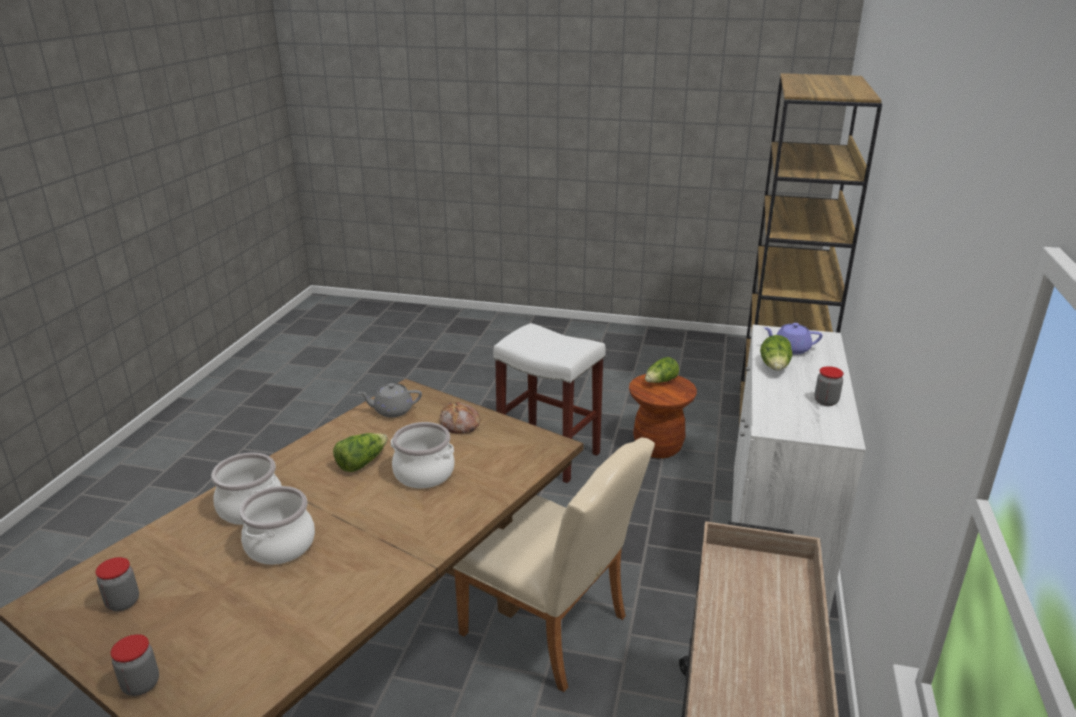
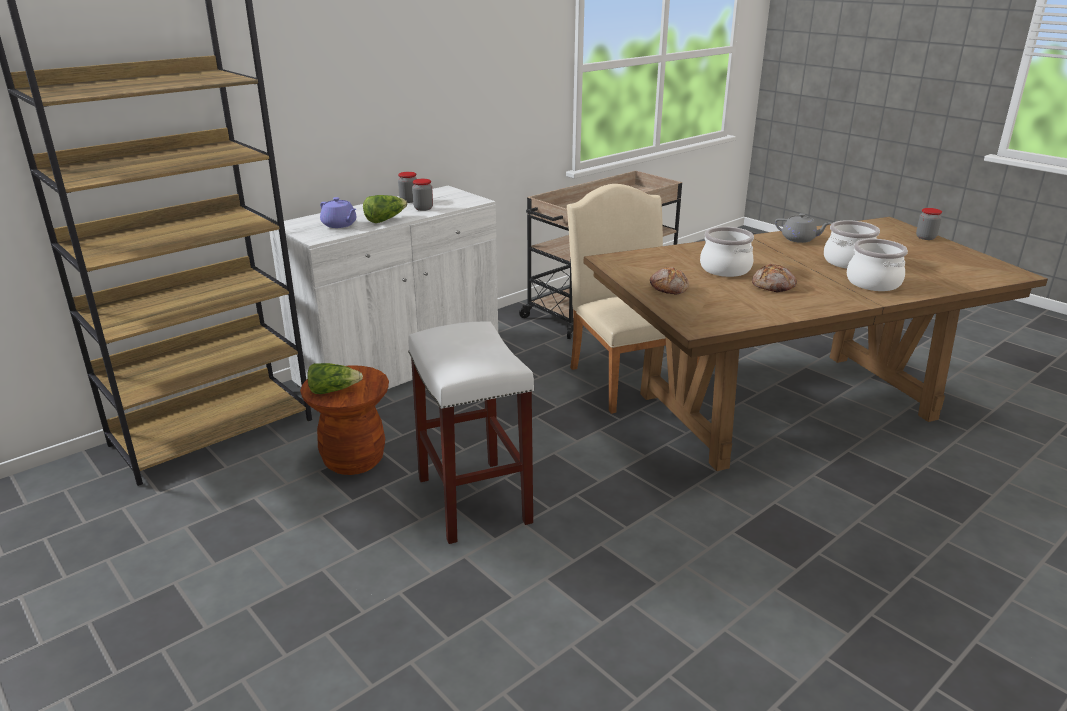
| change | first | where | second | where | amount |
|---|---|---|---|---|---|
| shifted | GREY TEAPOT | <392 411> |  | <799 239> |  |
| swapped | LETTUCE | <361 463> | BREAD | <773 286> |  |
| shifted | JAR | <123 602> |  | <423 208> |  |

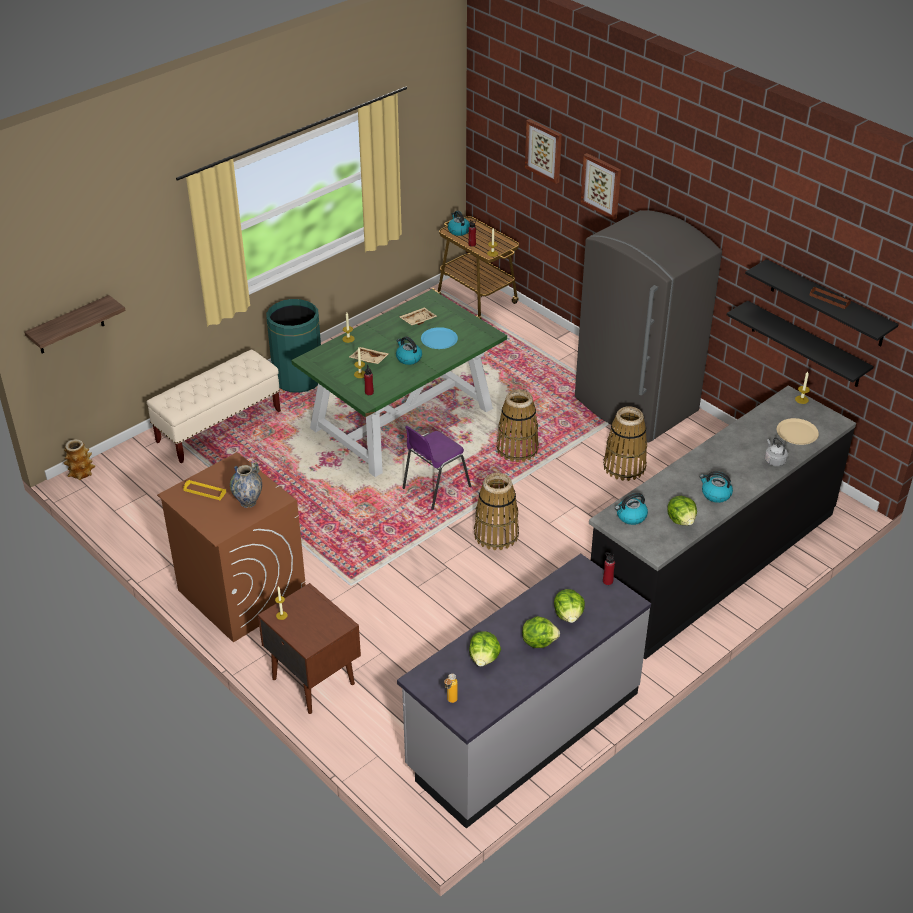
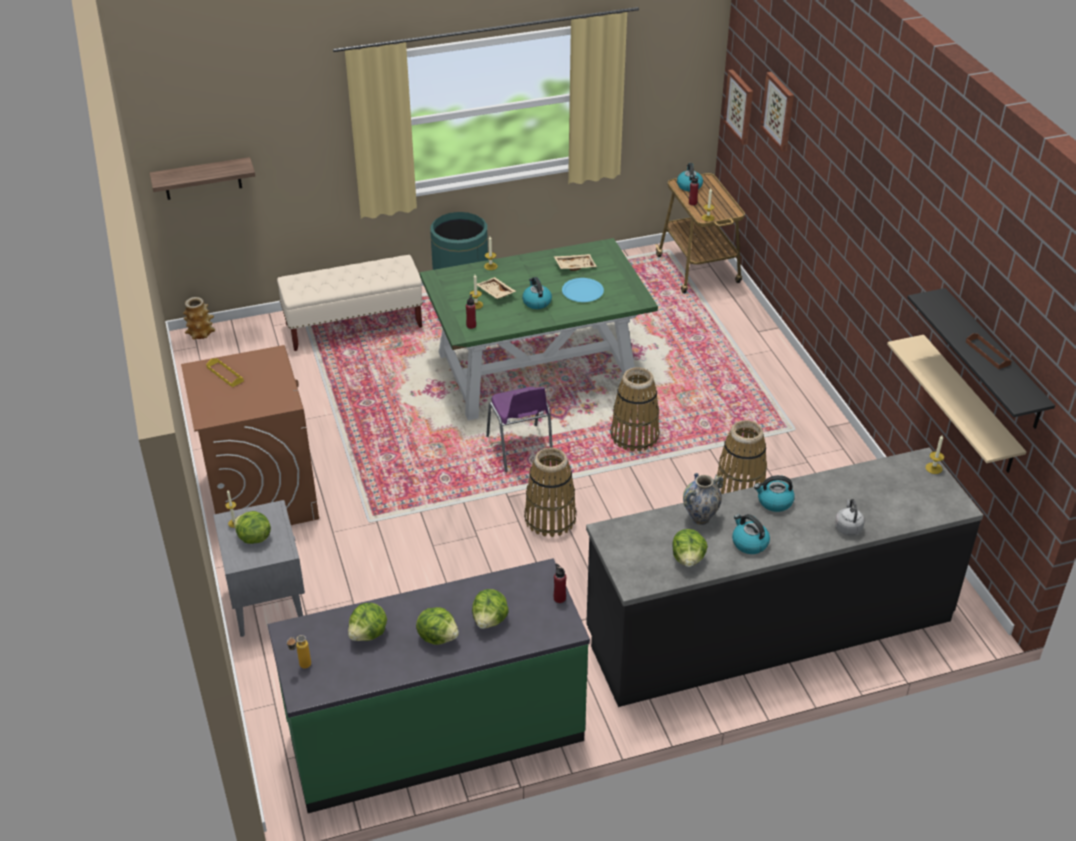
| change | first | where | second | where | amount |
|---|---|---|---|---|---|
| shifted | PICTURE | <601 185> |  | <740 106> |  |
| gone | GREY FRIDGE | <635 406> |  |  |  |
| repainted | BLACK SHELF | <806 345> | BEIGE SHELF | <968 405> |  |
| gone | BEIGE PLATE | <797 432> |  |  |  |
| rotated | PURPLE CHAIR | <434 488> |  | <520 450> | 90 degrees counterclockwise |
| shifted | VASE | <248 502> |  | <700 518> |  |
| shifted | KETTLE | <631 516> |  | <774 502> |  |
| repainted | GREY COUNTER | <523 730> | GREEN COUNTER | <435 734> |  |
| repainted | BROWN NIGHTSTAND | <313 680> | GREY NIGHTSTAND | <267 604> |  |
| new |  |  | LETTUCE | <253 538> |  |

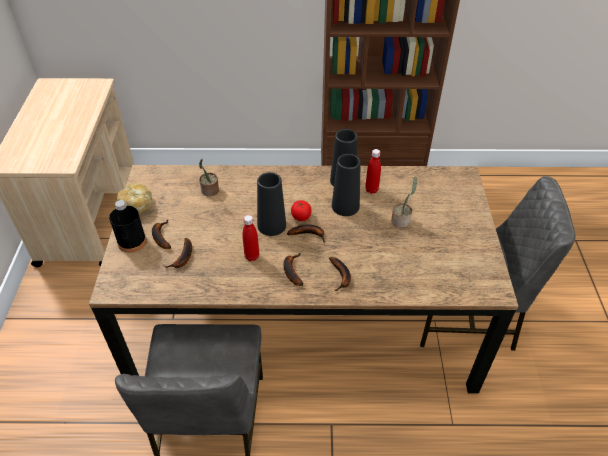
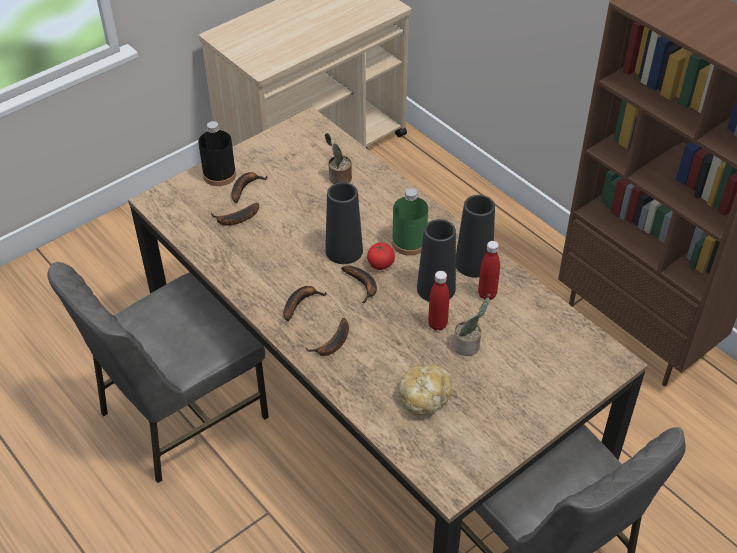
| change | first | where | second | where | amount |
|---|---|---|---|---|---|
| shifted | BREAD | <137 205> |  | <424 397> |  |
| shifted | RED BOTTLE | <252 256> |  | <437 324> |  |
| new |  |  | GREEN BOTTLE | <409 242> |  |

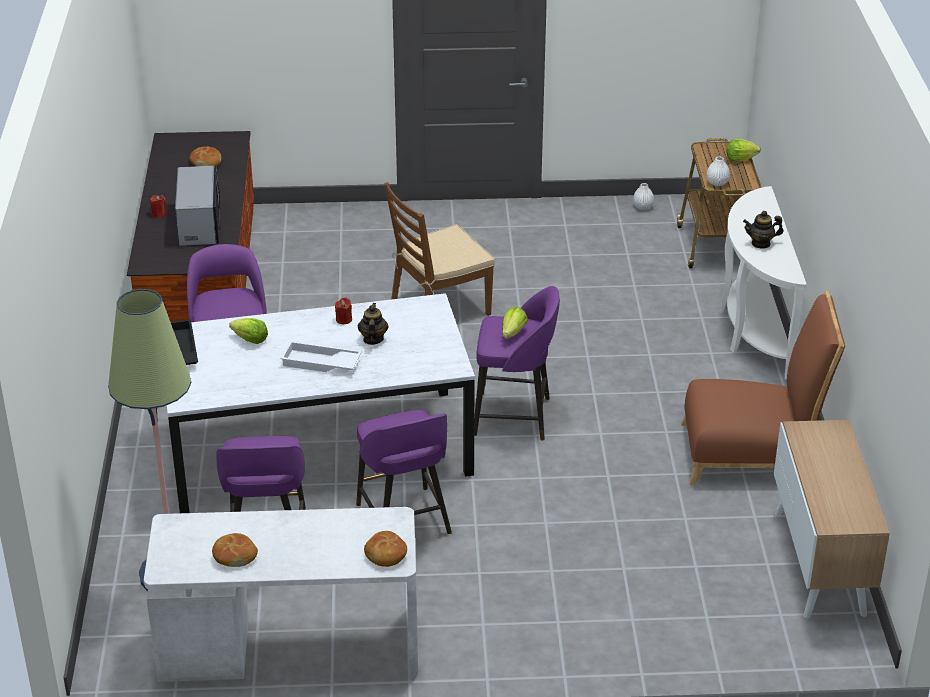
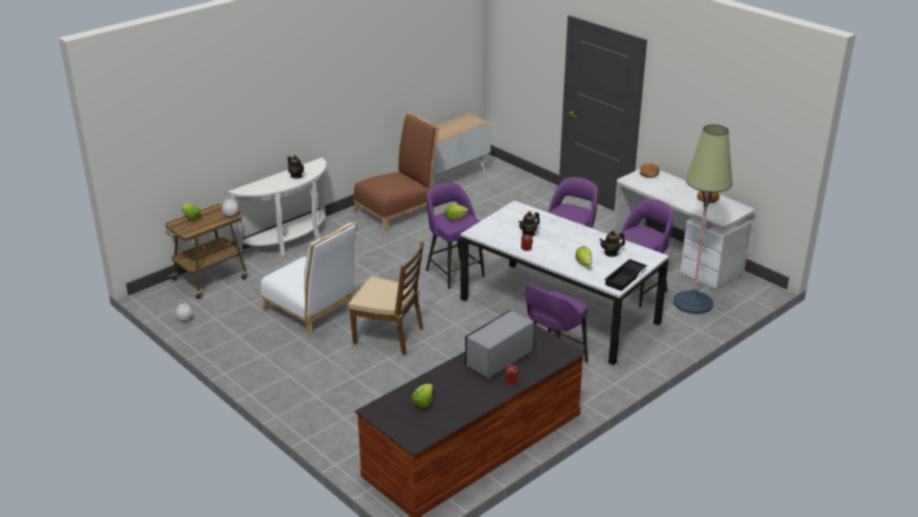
| change | first | where | second | where | amount |
|---|---|---|---|---|---|
| swapped | BREAD | <206 162> | LETTUCE | <423 402> |  |
| rotated | BROWN CHAIR | <752 454> |  | <397 211> | 90 degrees clockwise |
| gone | WHITE TRAY | <320 363> |  |  |  |
| new |  |  | WHITE CHAIR | <312 311> |  |
| new |  |  | TEAPOT | <611 253> |  |

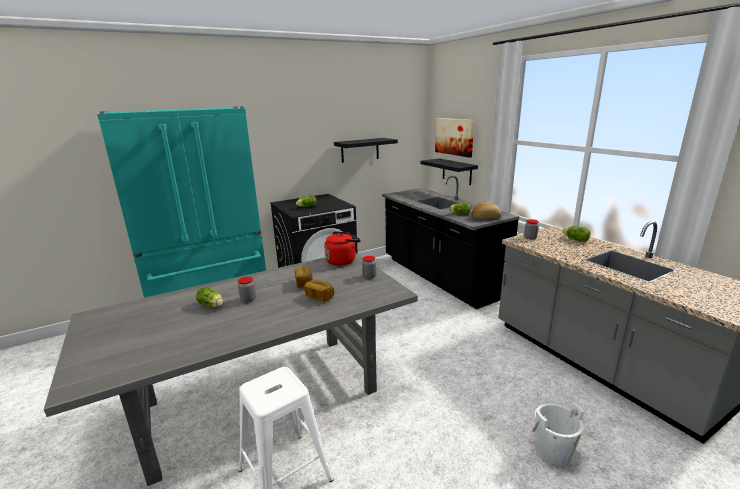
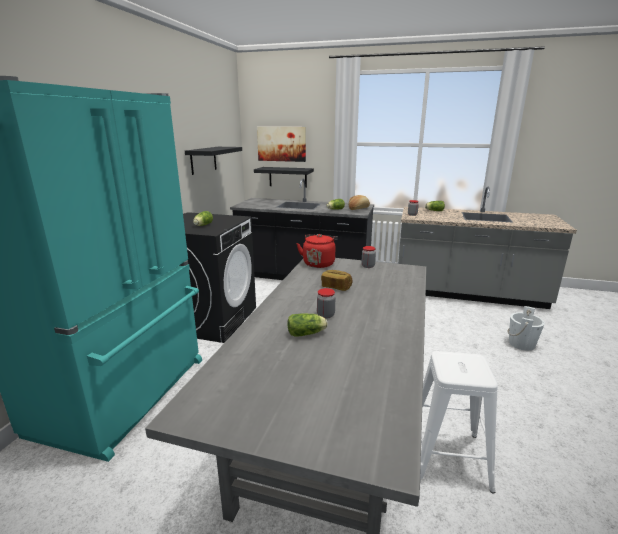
| change | first | where | second | where | amount |
|---|---|---|---|---|---|
| gone | BREAD | <320 297> |  |  |  |

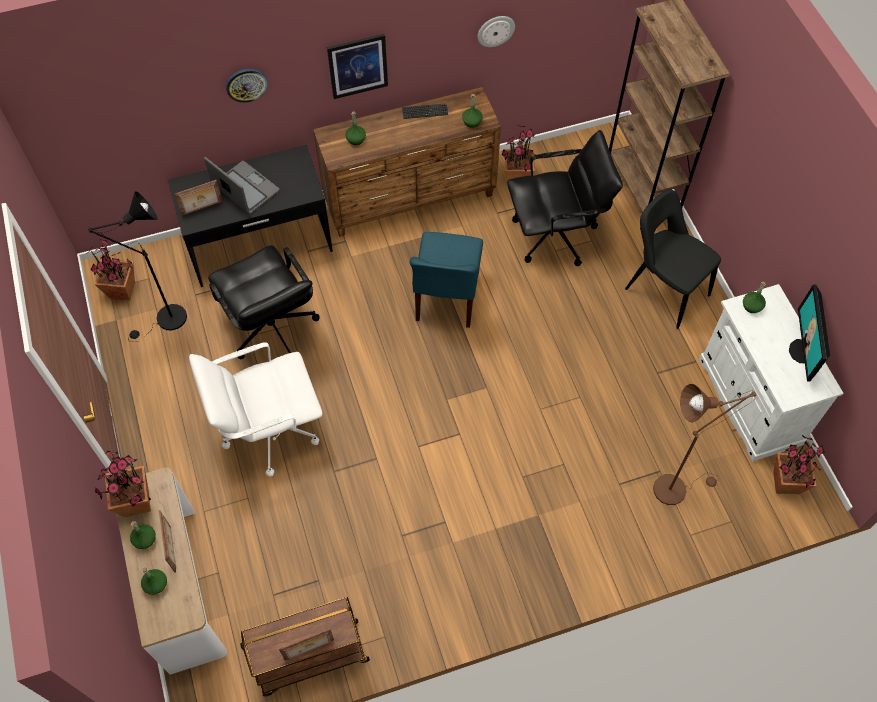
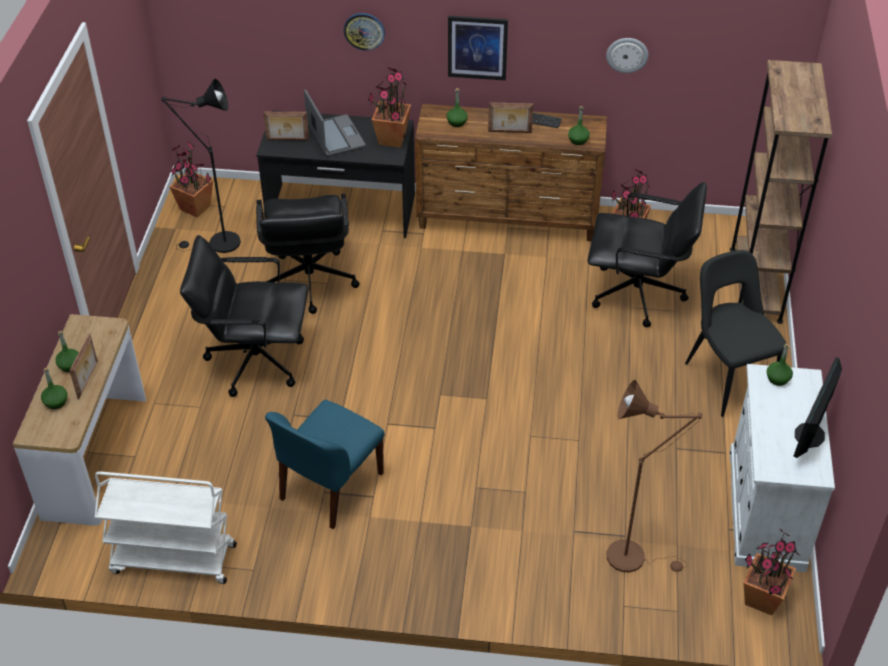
| change | first | where | second | where | amount |
|---|---|---|---|---|---|
| shifted | BLUE CHAIR | <447 297> |  | <329 488> |  |
| repainted | WHITE OFFICE CHAIR | <269 430> | BLACK OFFICE CHAIR | <255 360> |  |
| shifted | POTTED PLANT | <135 502> |  | <391 139> |  |
| repainted | BROWN CART | <310 658> | WHITE CART | <172 559> |  |
| shifted | PICTURE FRAME | <309 650> |  | <509 132> |  |

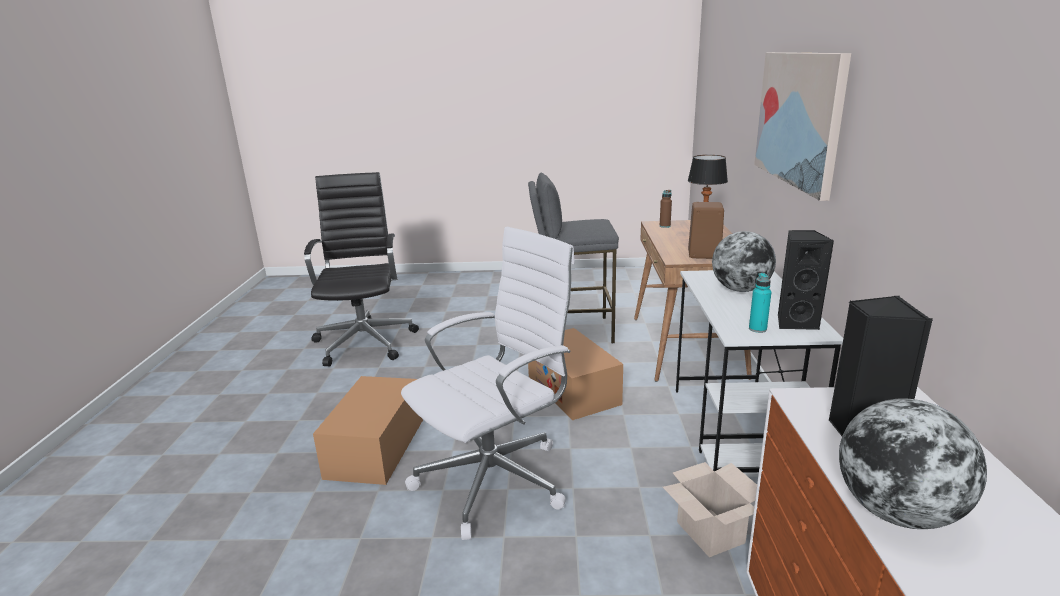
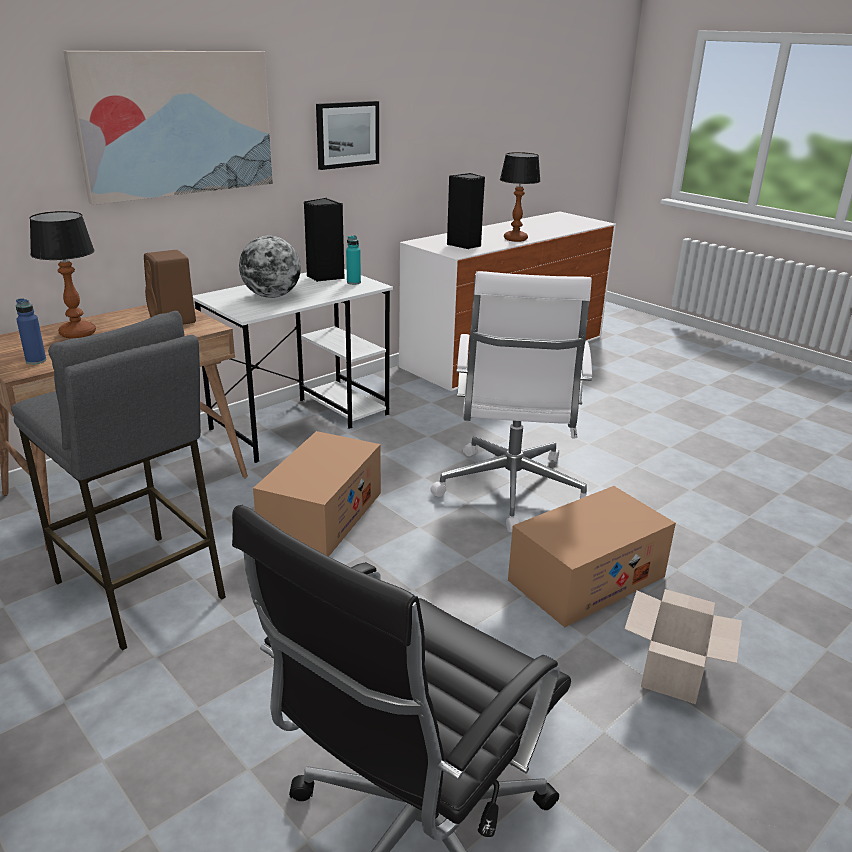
| change | first | where | second | where | amount |
|---|---|---|---|---|---|
| repainted | BROWN BOTTLE | <665 226> | BLUE BOTTLE | <36 361> |  |
| rotated | WHITE OFFICE CHAIR | <496 478> |  | <510 491> | 90 degrees counterclockwise |
| swapped | GLOBE | <896 512> | TABLE LAMP | <515 239> |  |
| shifted | CARDBOARD BOX | <708 532> |  | <673 675> |  |
| new |  |  | PICTURE | <347 134> |  |

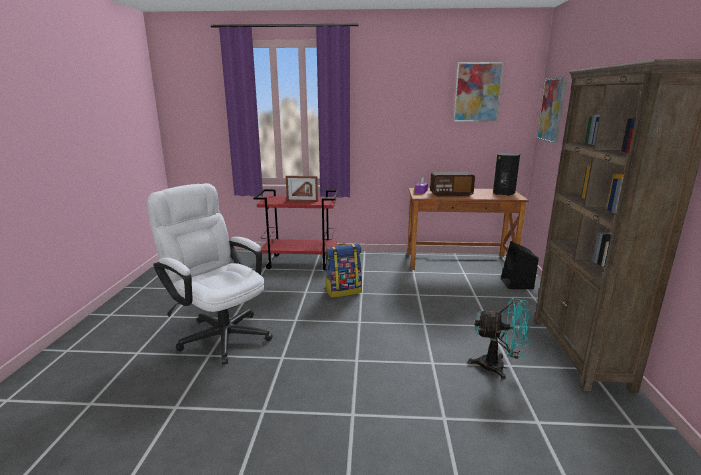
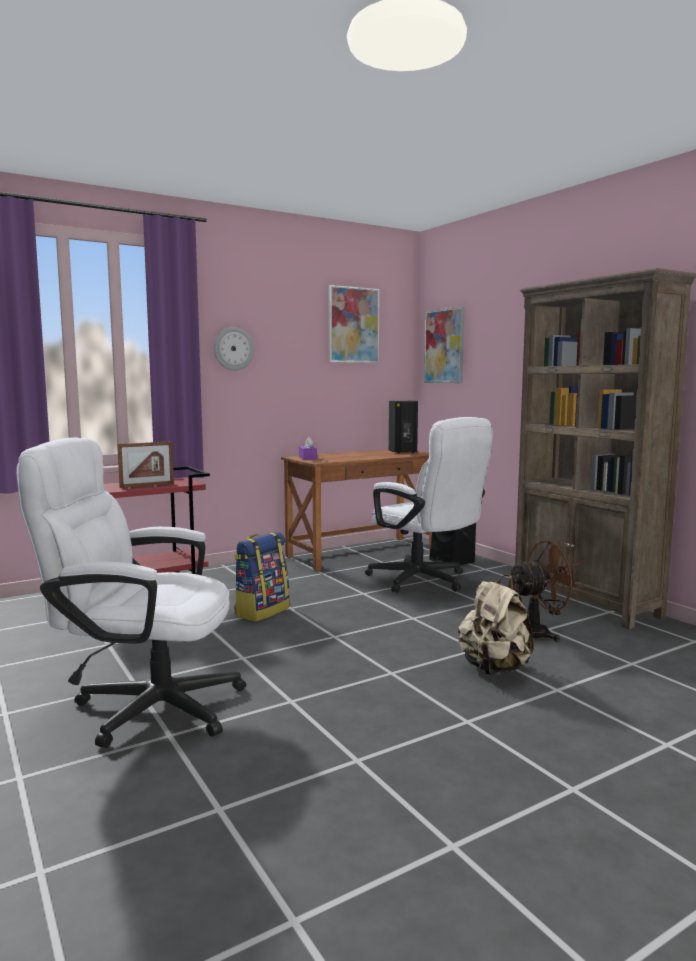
| change | first | where | second | where | amount |
|---|---|---|---|---|---|
| gone | RADIO | <451 194> |  |  |  |
| repainted | TURQUOISE FAN | <498 367> | BROWN FAN | <540 633> |  |
| new |  |  | WALL CLOCK | <233 349> |  |
| new |  |  | WHITE OFFICE CHAIR | <425 581> |  |
| new |  |  | BEIGE BACKPACK | <494 669> |  |

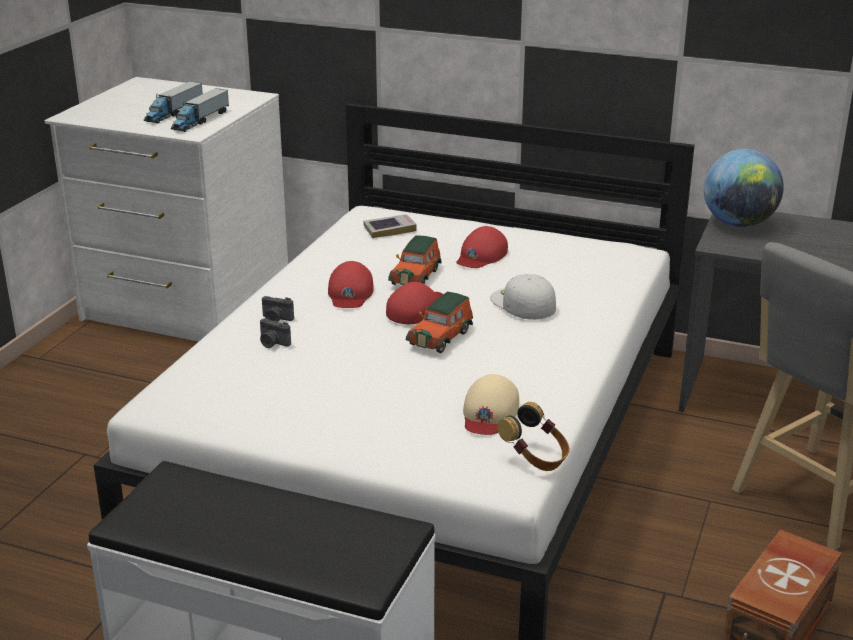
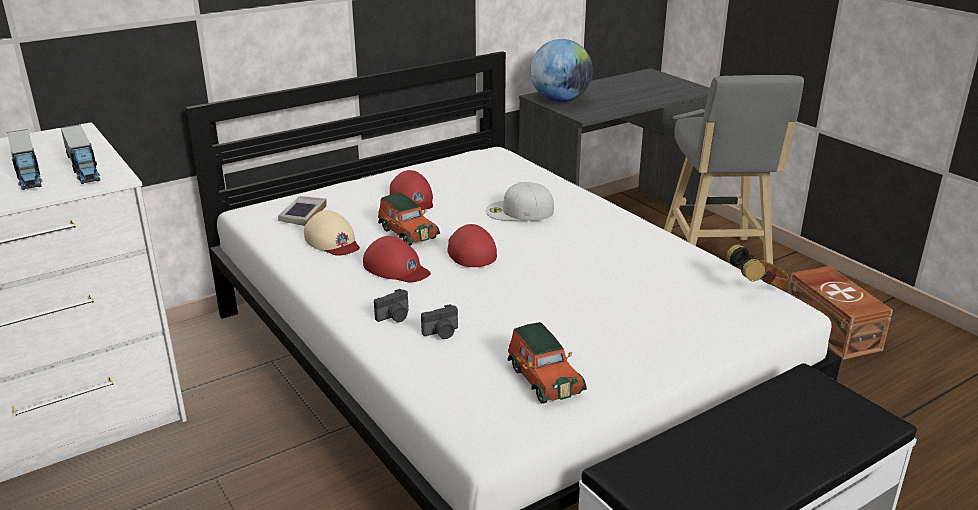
| change | first | where | second | where | amount |
|---|---|---|---|---|---|
| shifted | TOY CAR | <441 337> |  | <543 378> |  |
| shifted | BEIGE CAP | <489 413> |  | <332 241> |  |

